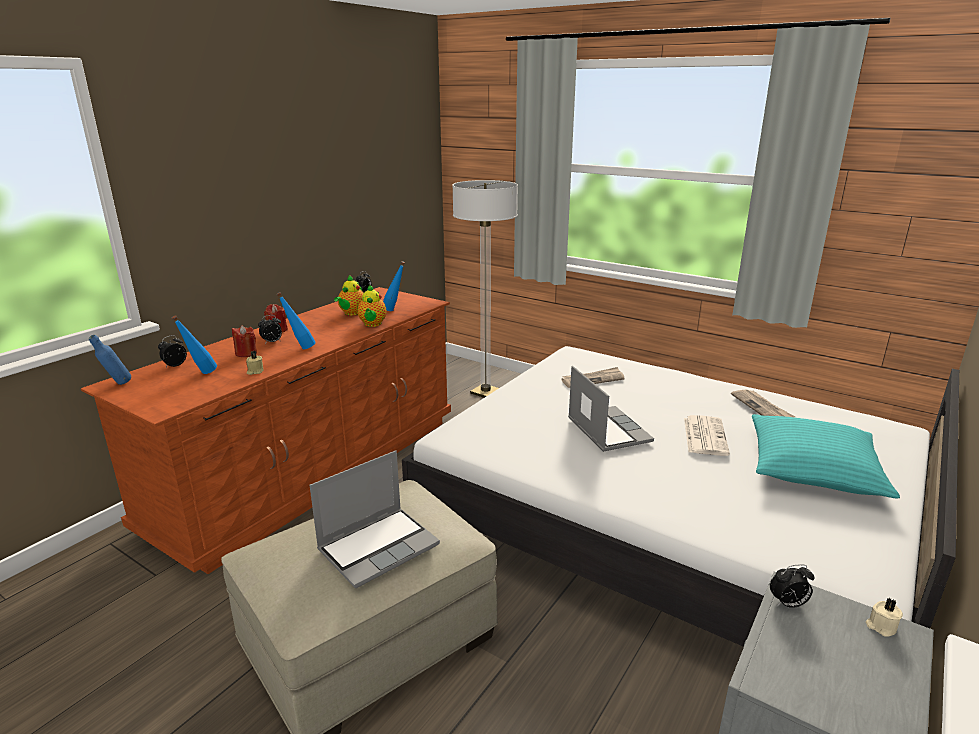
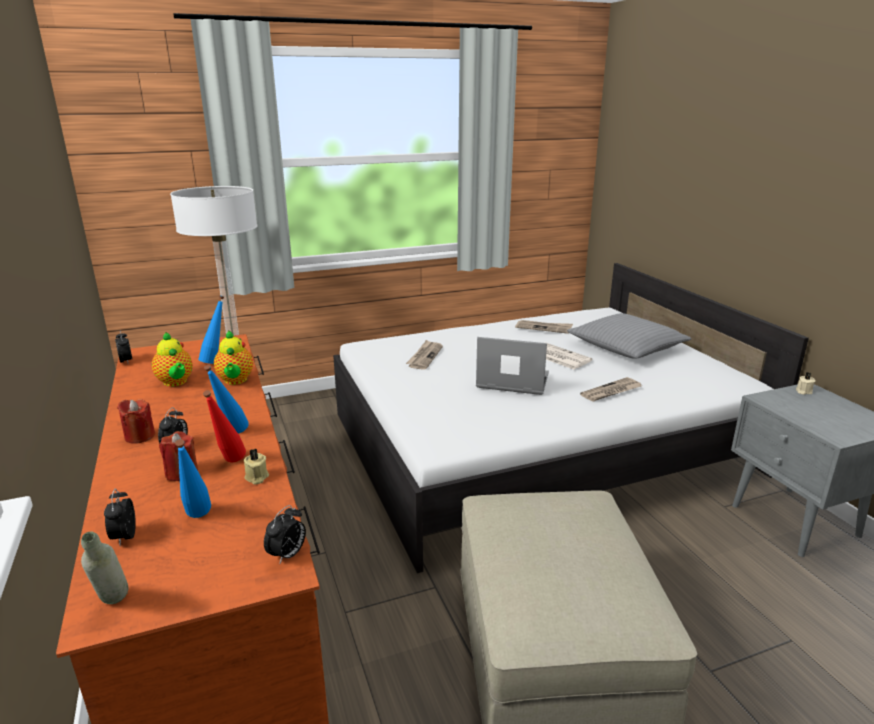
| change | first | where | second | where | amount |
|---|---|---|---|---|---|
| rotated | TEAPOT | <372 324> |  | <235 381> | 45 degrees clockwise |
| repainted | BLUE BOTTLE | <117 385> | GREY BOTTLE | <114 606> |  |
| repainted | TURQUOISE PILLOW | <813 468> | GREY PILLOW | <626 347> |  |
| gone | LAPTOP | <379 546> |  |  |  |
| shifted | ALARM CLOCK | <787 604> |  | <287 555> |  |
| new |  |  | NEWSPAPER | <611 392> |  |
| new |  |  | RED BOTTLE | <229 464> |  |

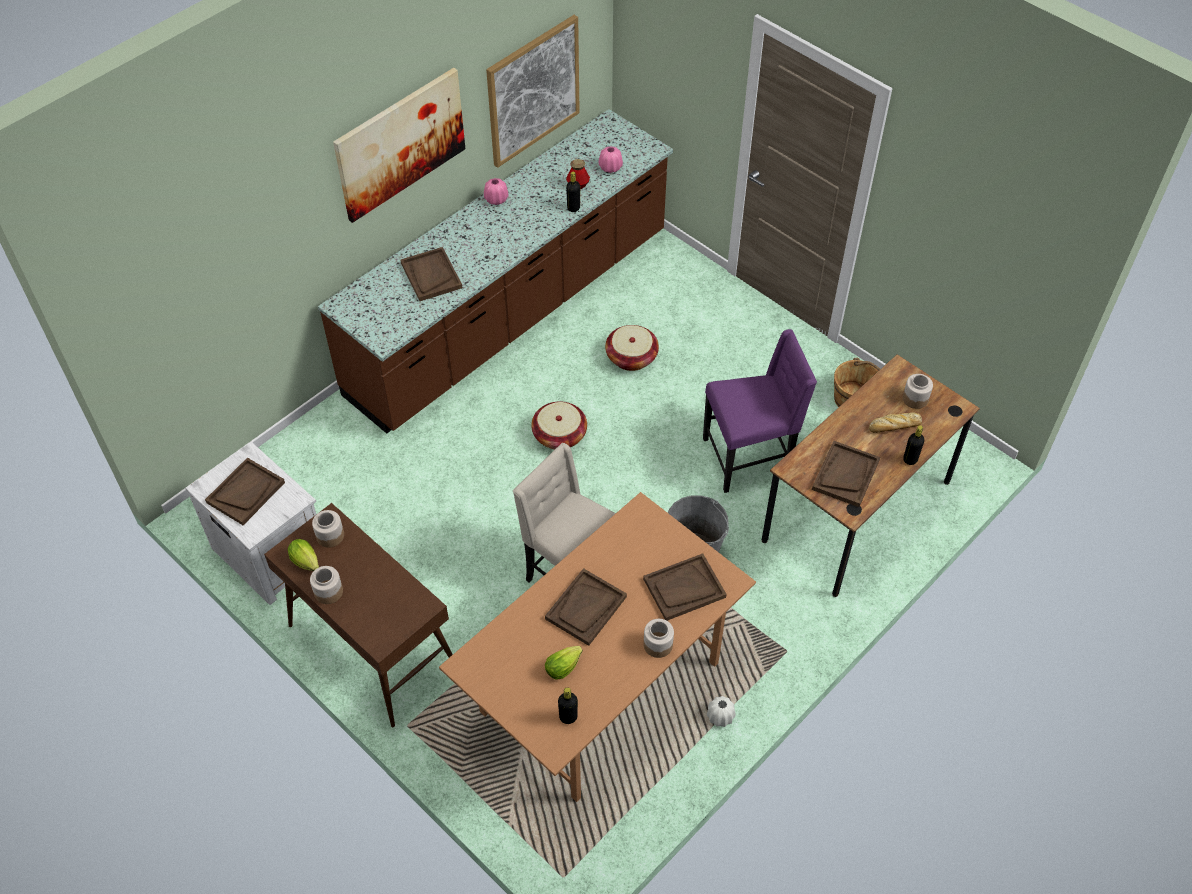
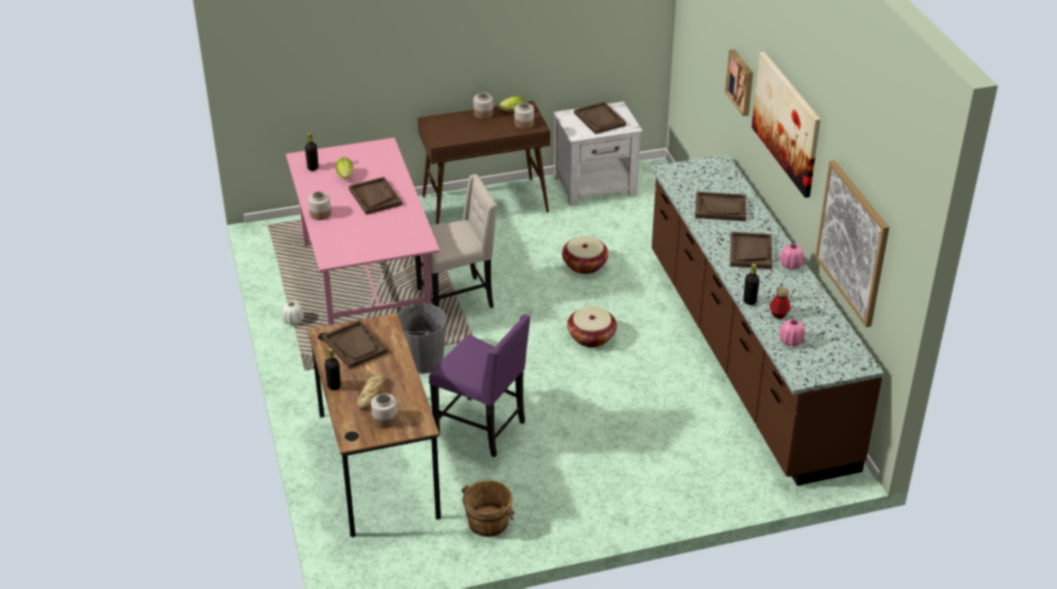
| change | first | where | second | where | amount |
|---|---|---|---|---|---|
| shifted | BASKET | <631 357> |  | <584 265> |  |
| rotated | PURPLE CHAIR | <749 457> |  | <482 428> | 75 degrees counterclockwise |
| repainted | BROWN DINING TABLE | <600 686> | PINK DINING TABLE | <367 280> |  |
| shifted | BROWN TRAY | <684 588> |  | <750 252> |  |
| new |  |  | PICTURE | <741 82> |  |

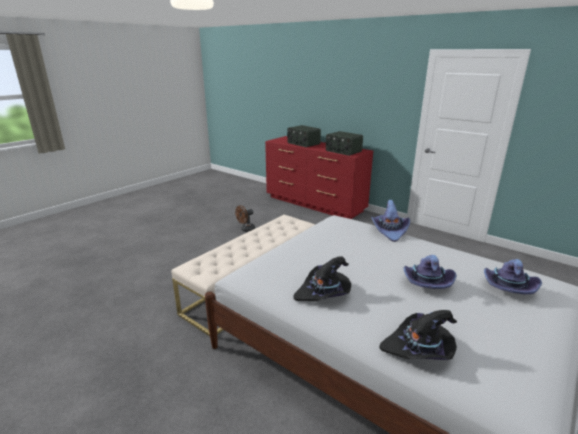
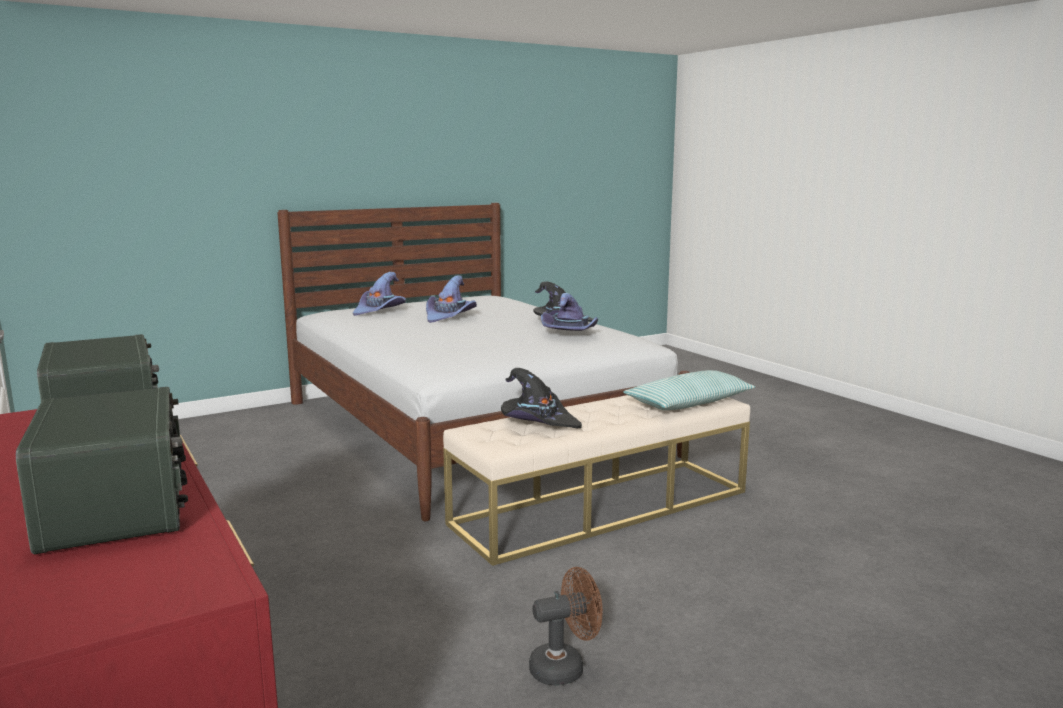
| change | first | where | second | where | amount |
|---|---|---|---|---|---|
| shifted | PURPLE HAT | <390 230> |  | <570 333> |  |
| shifted | BLACK HAT | <419 349> |  | <538 422> |  |
| new |  |  | PILLOW | <689 403> |  |

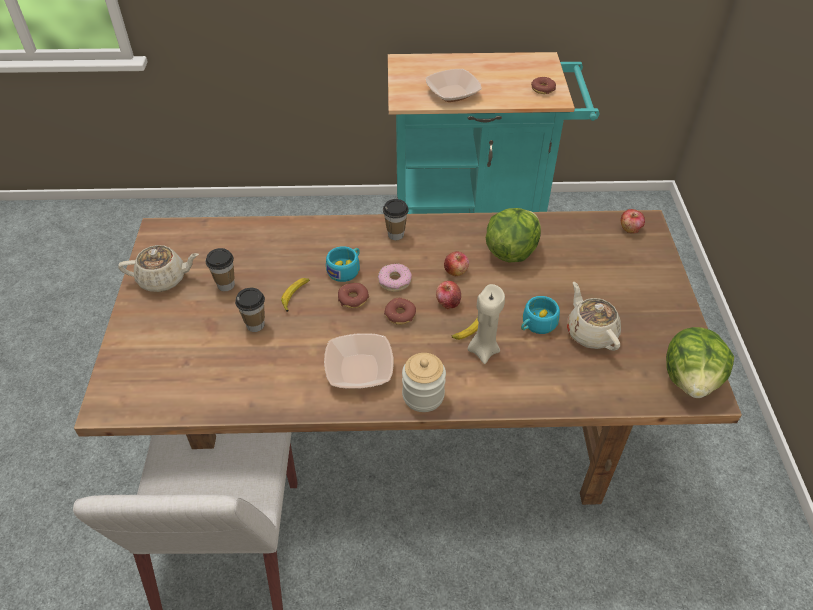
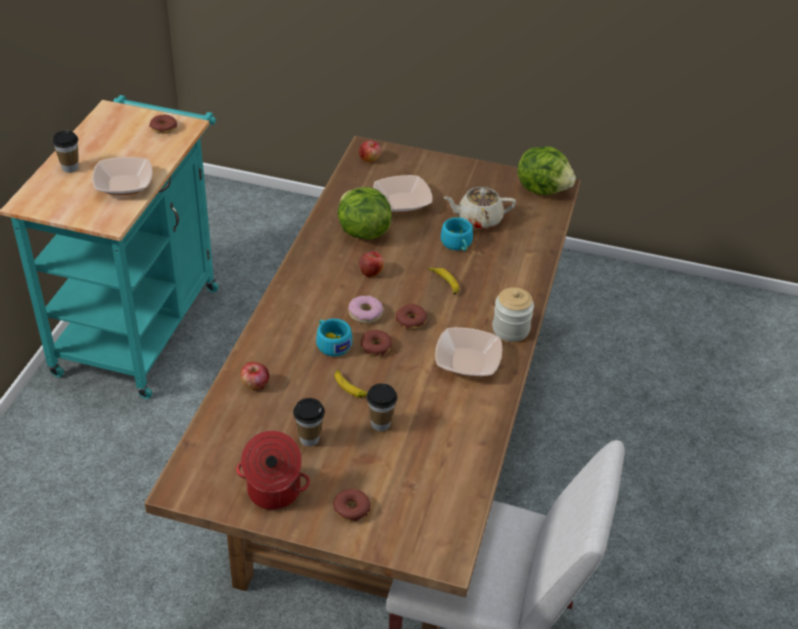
| change | first | where | second | where | amount |
|---|---|---|---|---|---|
| shifted | CUP | <396 235> |  | <70 168> |  |
| swapped | BEIGE TEAPOT | <164 279> | COOKING POT | <273 492> |  |
| shifted | APPLE | <448 302> |  | <255 384> |  |
| gone | BEIGE CANDLE | <483 350> |  |  |  |
| new |  |  | BOWL | <402 202> |  |
| new |  |  | DONUT | <351 509> |  |

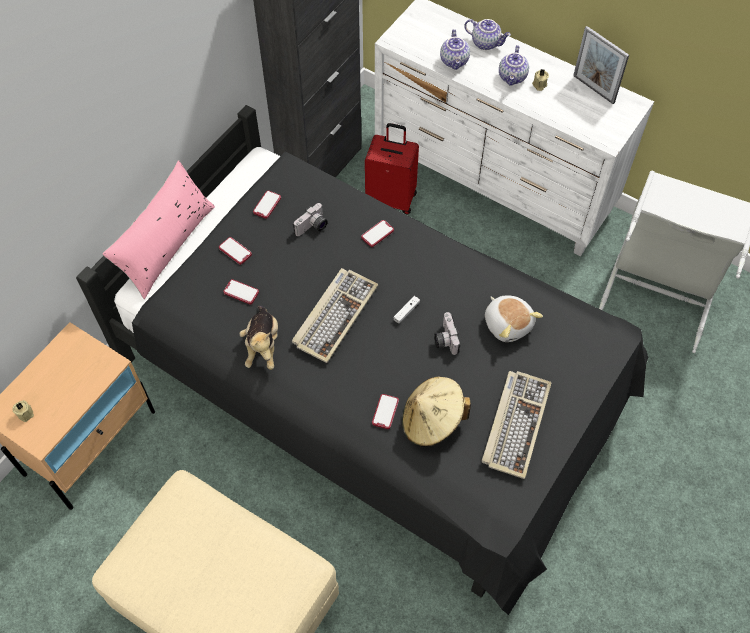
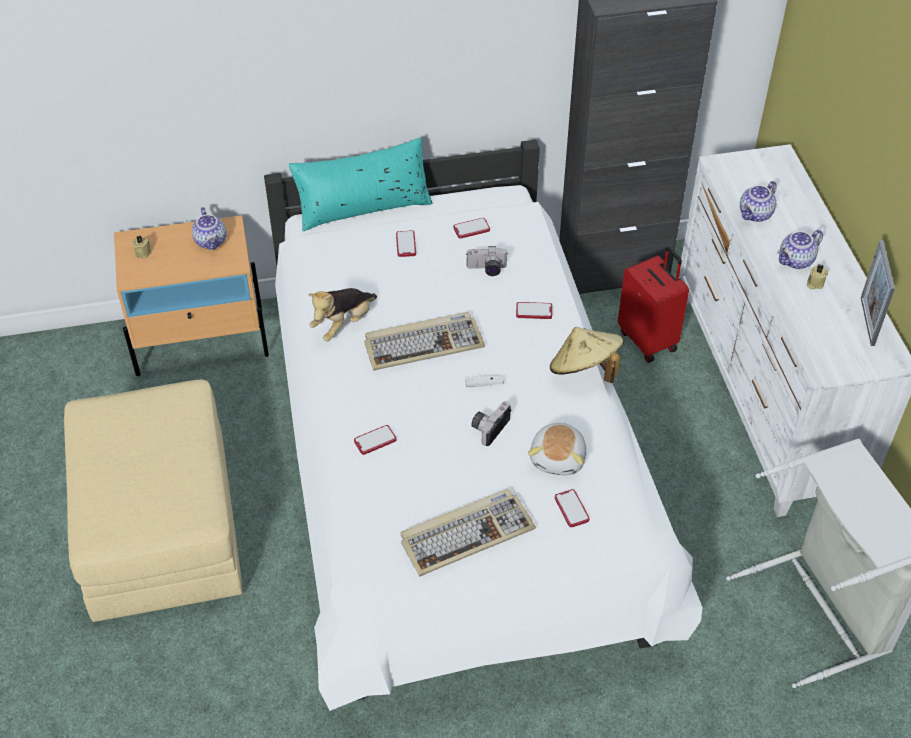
| change | first | where | second | where | amount |
|---|---|---|---|---|---|
| shifted | TEAPOT | <486 43> |  | <211 241> |  |
| repainted | BLACK BED | <374 387> | WHITE BED | <454 472> |  |
| repainted | PINK PILLOW | <167 245> | TURQUOISE PILLOW | <363 207> |  |
| shifted | PHONE | <241 292> |  | <571 509> |  |
| shifted | BEIGE HAT | <432 421> |  | <584 370> |  |

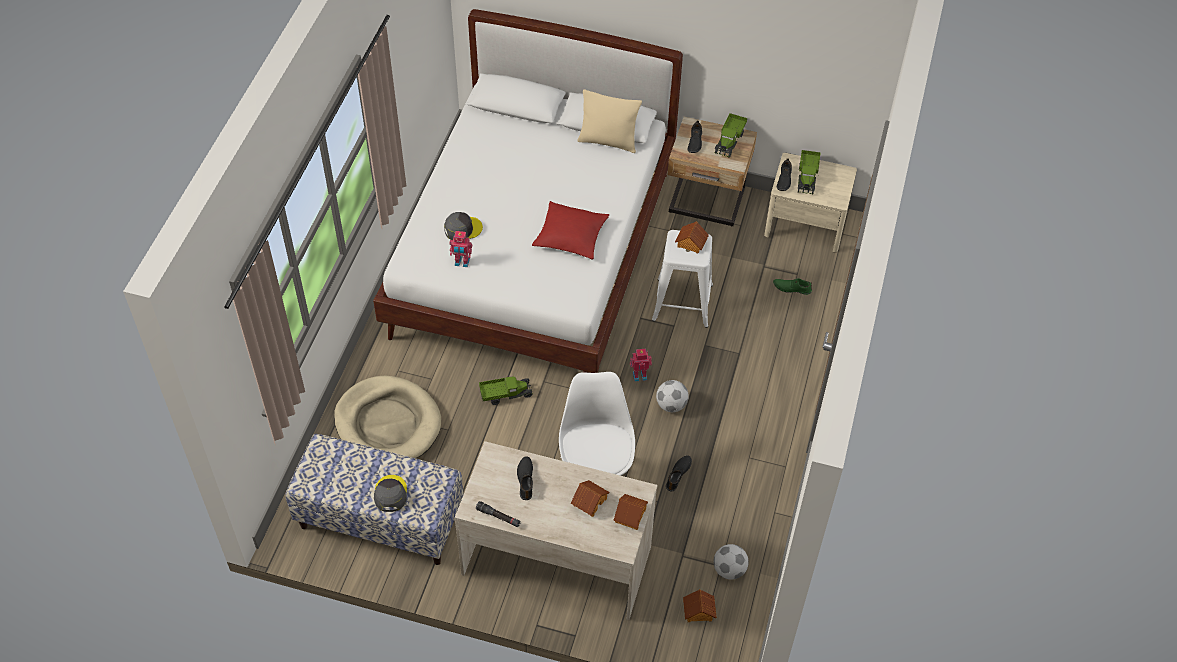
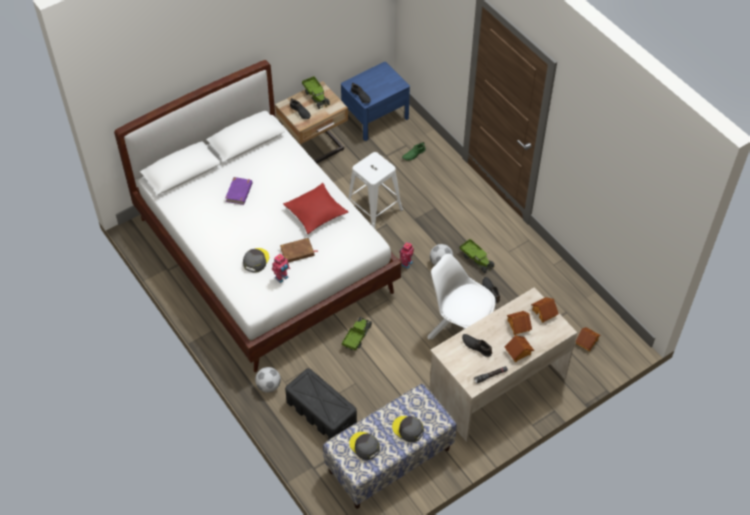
| change | first | where | second | where | amount |
|---|---|---|---|---|---|
| gone | BEIGE PILLOW | <608 141> |  |  |  |
| shifted | TOY TRUCK | <807 177> |  | <476 259> |  |
| repainted | BEIGE NIGHTSTAND | <806 223> | BLUE NIGHTSTAND | <375 117> |  |
| shifted | TOY HOUSE | <691 243> |  | <518 352> |  |
| swapped | BEIGE DOG BED | <388 423> | BLACK STORAGE BOX | <321 412> |  |
| shifted | FOOTBALL | <729 570> |  | <269 386> |  |
| new |  |  | PURPLE BOOK | <239 192> |  |
| new |  |  | BROWN BOOK | <297 252> |  |
| new |  |  | GREY CAP | <364 446> |  |

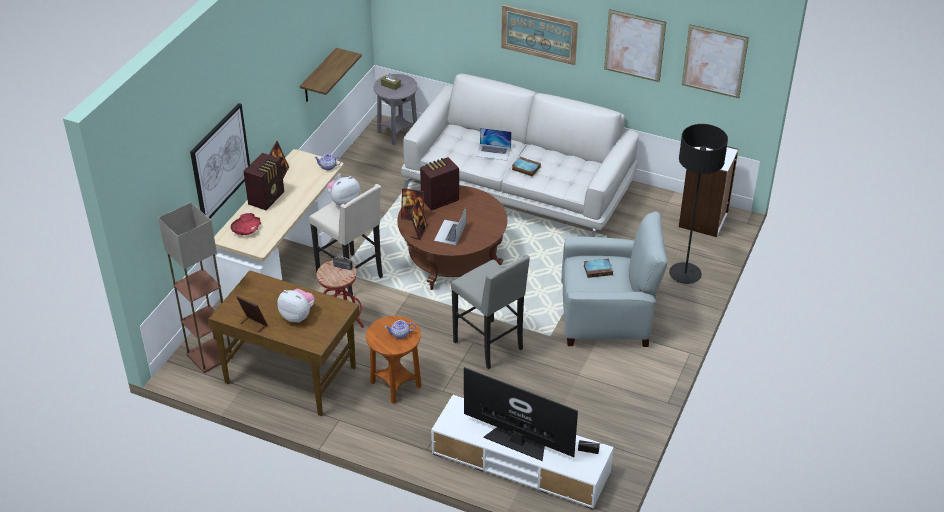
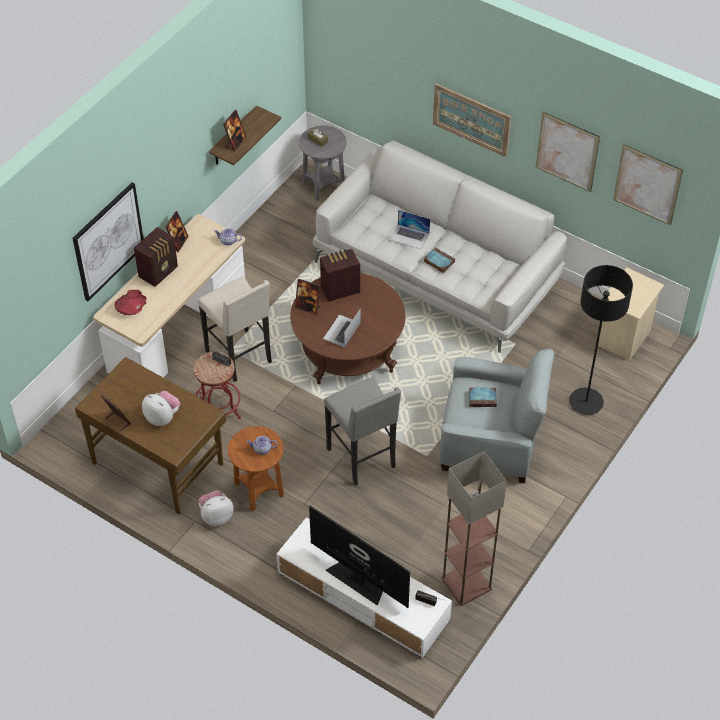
| change | first | where | second | where | amount |
|---|---|---|---|---|---|
| swapped | WHITE BOOKCASE | <704 220> | BEIGE NIGHTSTAND | <624 338> |  |
| shifted | PLUSH TOY | <344 202> |  | <216 516> |  |
| shifted | PICTURE FRAME | <418 232> |  | <235 142> |  |
| shifted | FLOOR LAMP | <209 356> |  | <466 584> |  |

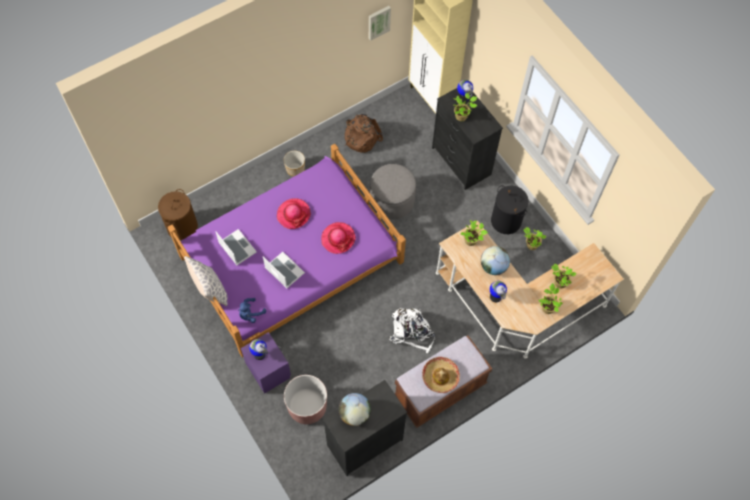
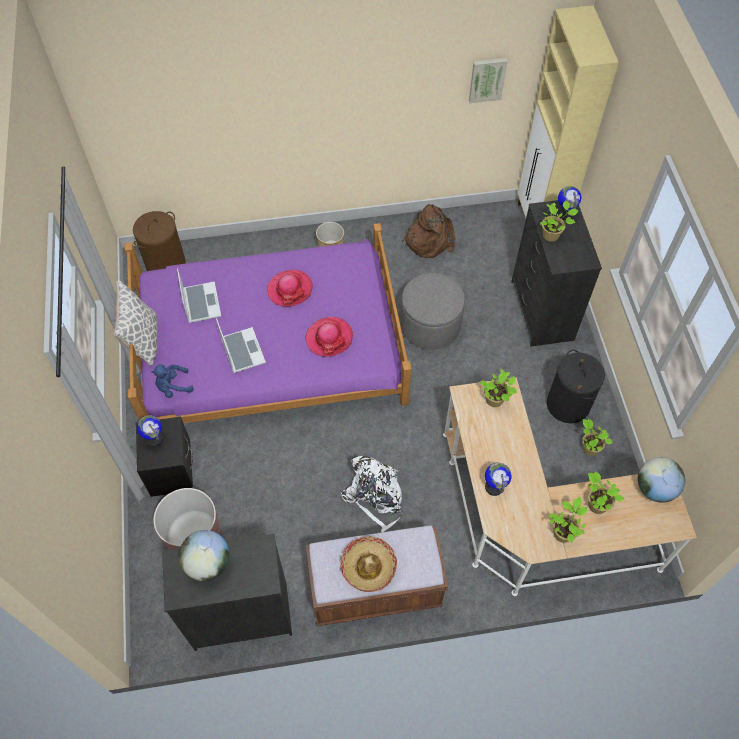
| change | first | where | second | where | amount |
|---|---|---|---|---|---|
| shifted | GLOBE | <493 266> |  | <654 488> |  |
| repainted | PURPLE NIGHTSTAND | <269 370> | BLACK NIGHTSTAND | <172 469> |  |

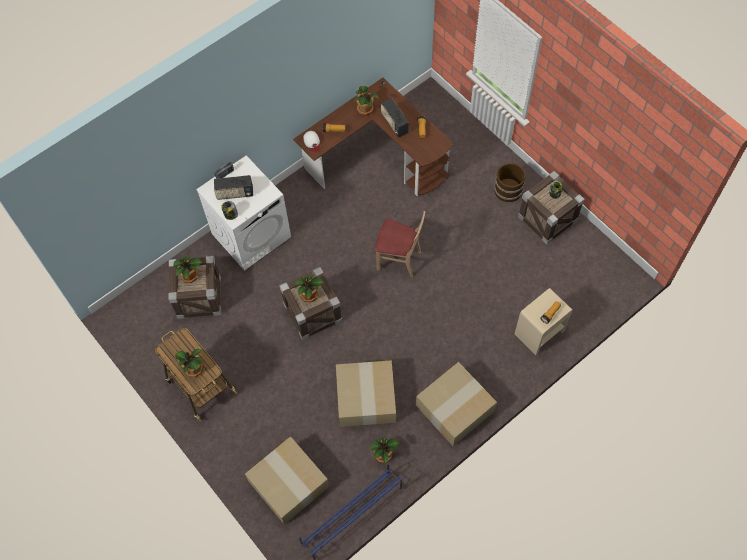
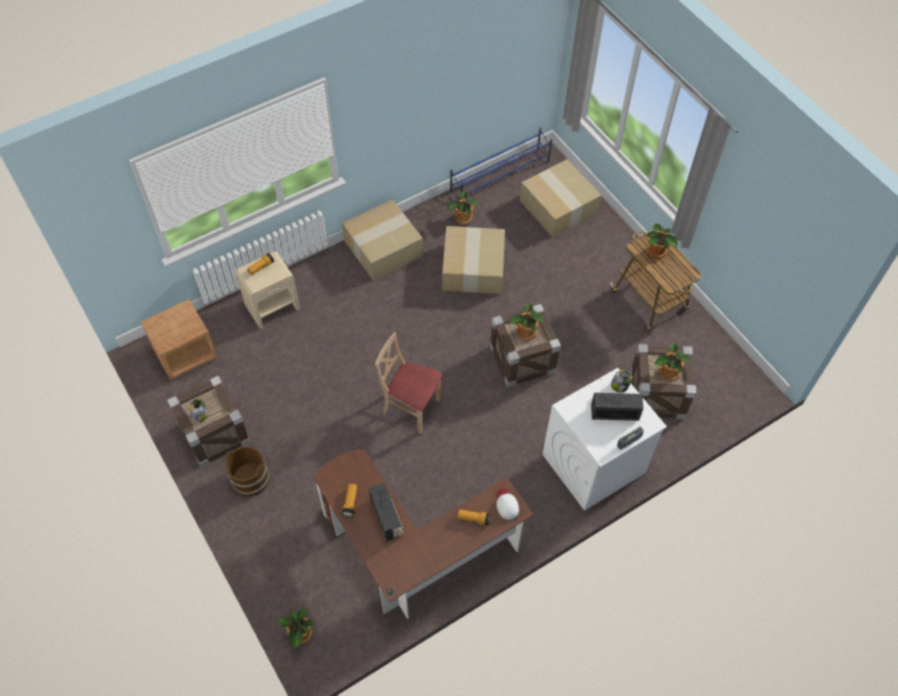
| change | first | where | second | where | amount |
|---|---|---|---|---|---|
| shifted | POTTED PLANT | <365 109> |  | <300 634> |  |
| new |  |  | BROWN NIGHTSTAND | <186 353> |  |

